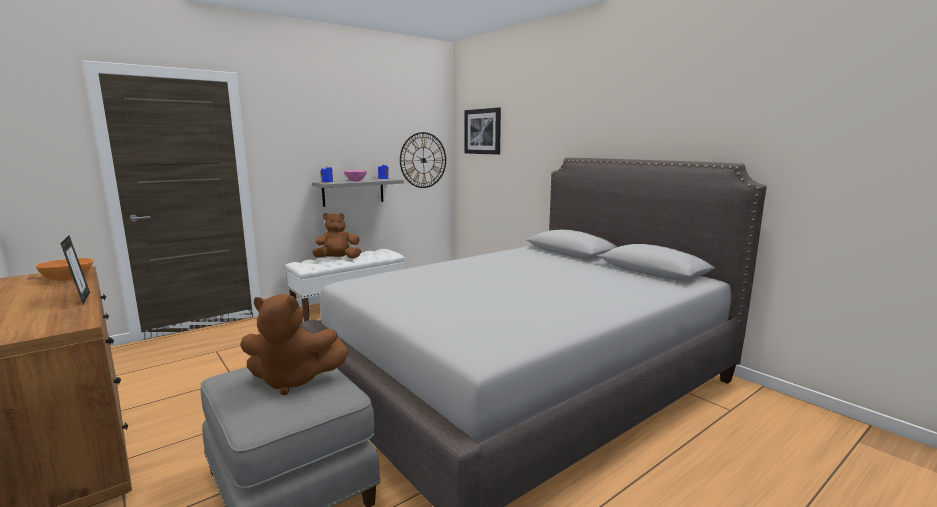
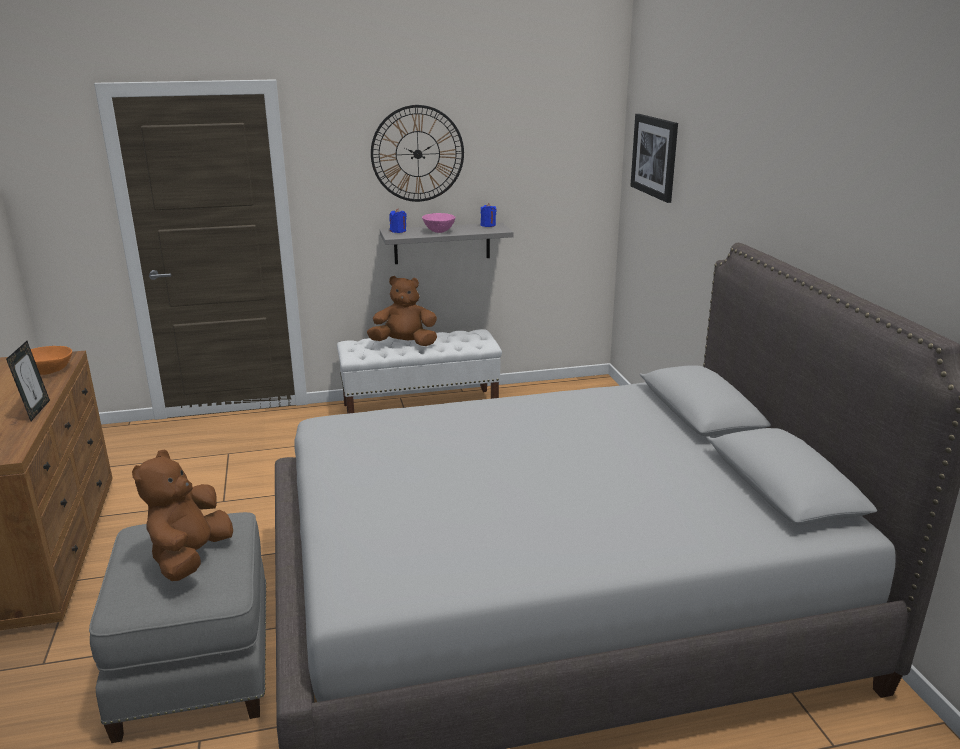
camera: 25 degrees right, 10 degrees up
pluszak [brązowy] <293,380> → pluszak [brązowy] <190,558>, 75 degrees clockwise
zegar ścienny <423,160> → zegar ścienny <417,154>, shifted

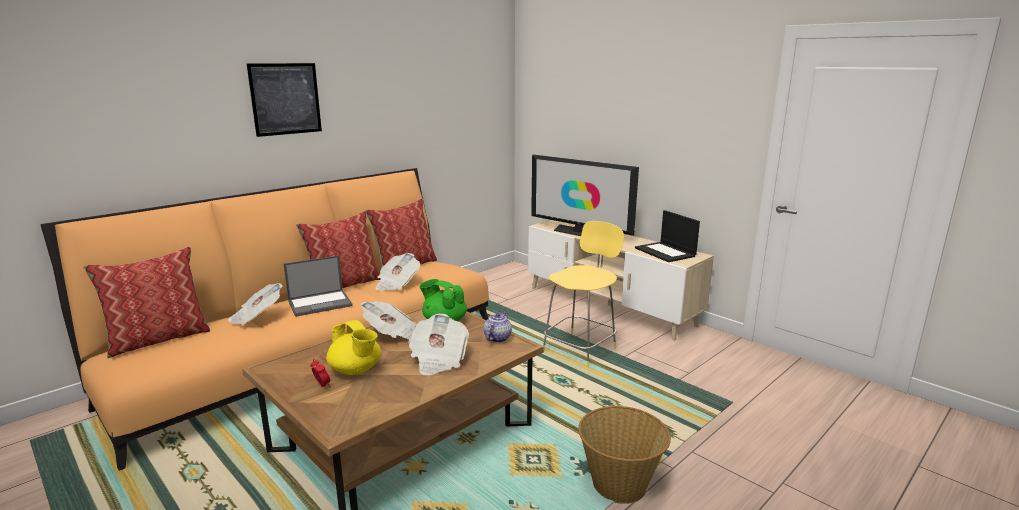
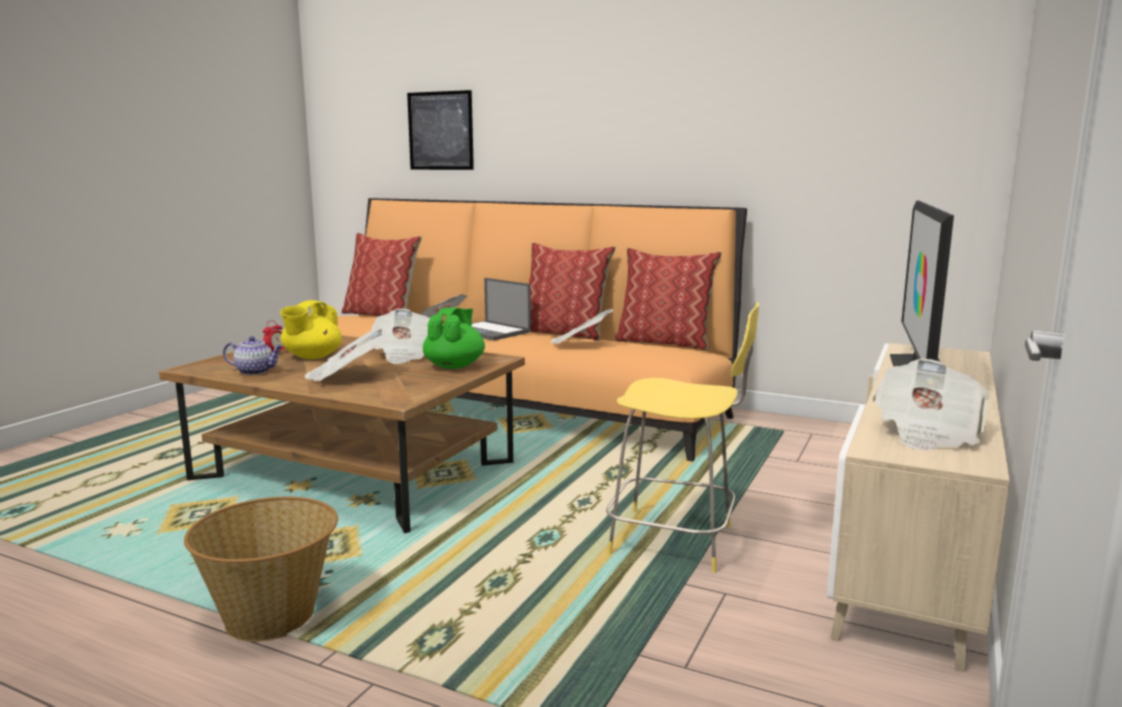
camera: 70 degrees right, 5 degrees down
obraz <285,99> → obraz <440,131>, shifted
imbryk <497,338> → imbryk <255,371>, shifted
laptop <665,252> → gazeta <926,433>

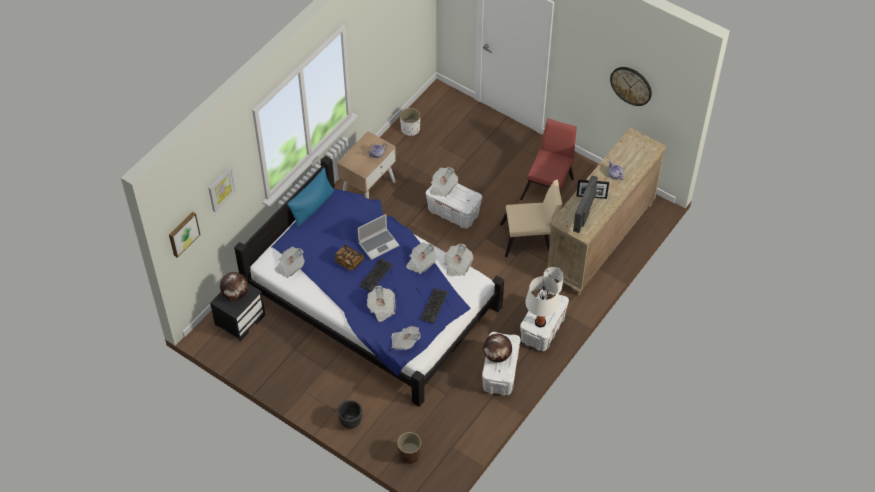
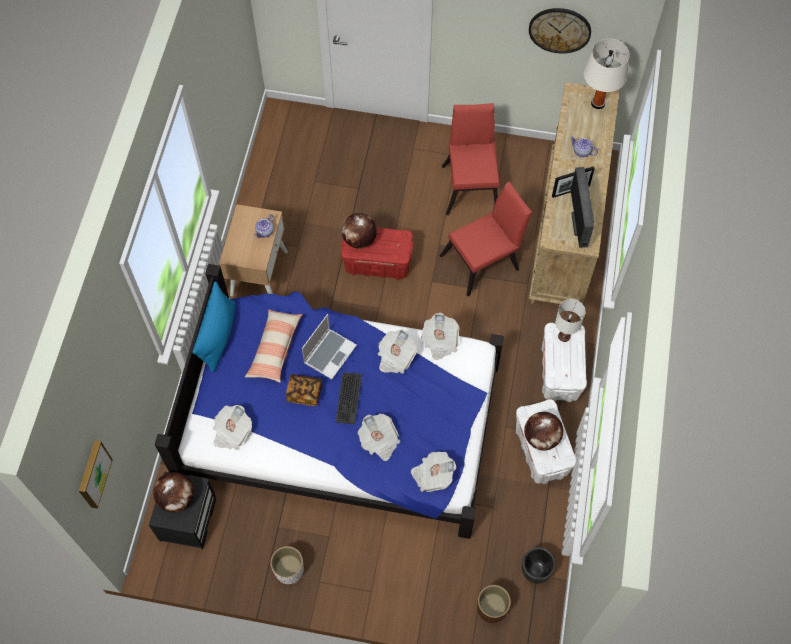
camera: 25 degrees left, 10 degrees up
obraz <221,189> → -
donica [czarny] <350,421> → donica [czarny] <535,570>, shifted
donica [biały] <410,129> → donica [biały] <289,570>, shifted
klawiatura <433,305> → -
pojemnik do przechowywania [biały] <454,212> → pojemnik do przechowywania [czerwony] <378,263>
gazeta <443,187> → globus <359,240>
krzesło [beżowy] <530,239> → krzesło [czerwony] <484,261>
lampa stołowa [biały] <540,322> → lampa stołowa [biały] <598,103>, shifted
- → poduszka <275,349>

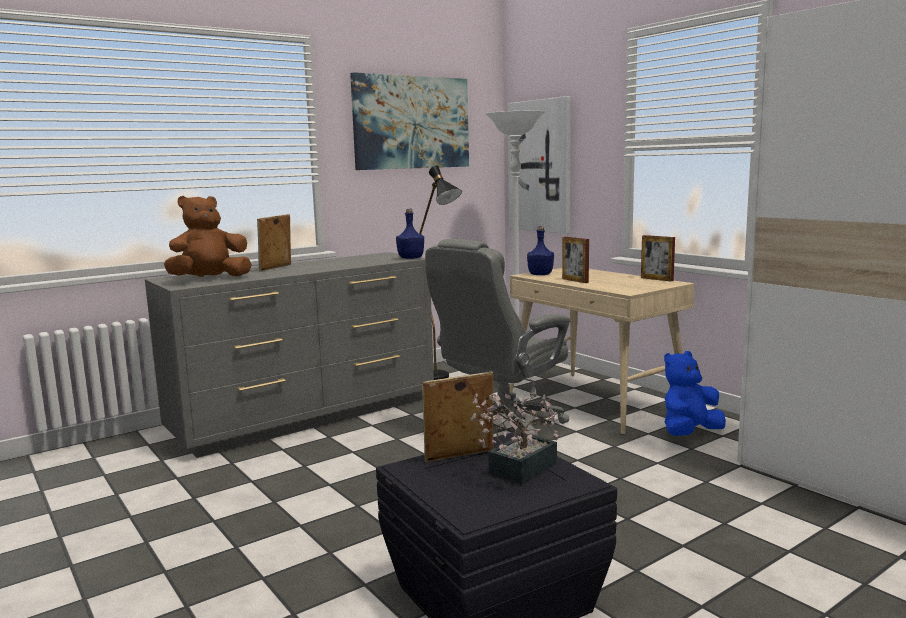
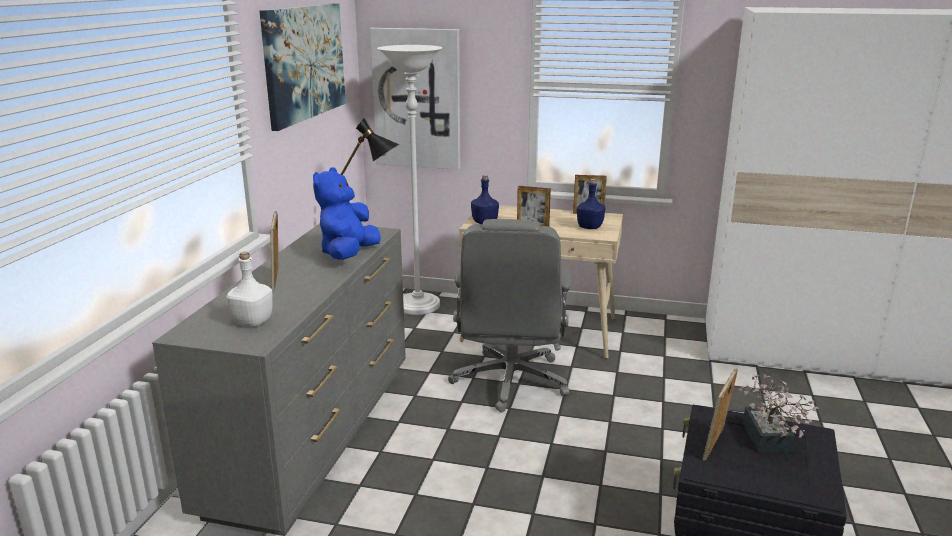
camera: 40 degrees left, 10 degrees up
pluszak [brązowy] <209,279> → butelka [biały] <253,321>
butelka [niebieski] <411,258> → butelka [niebieski] <590,227>, shifted
pluszak [niebieski] <689,433> → pluszak [niebieski] <348,255>, shifted

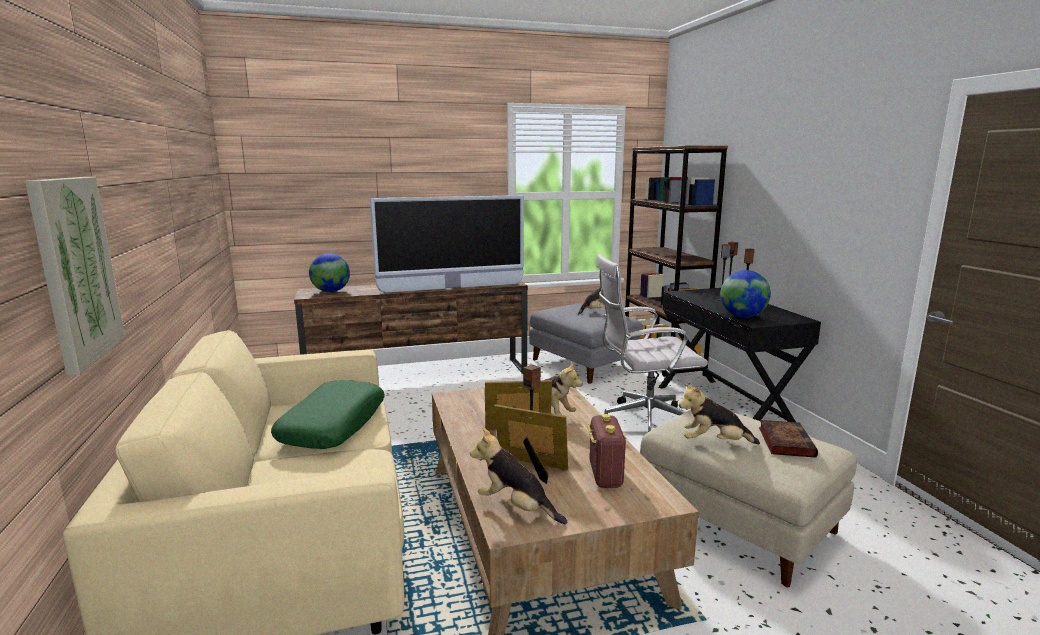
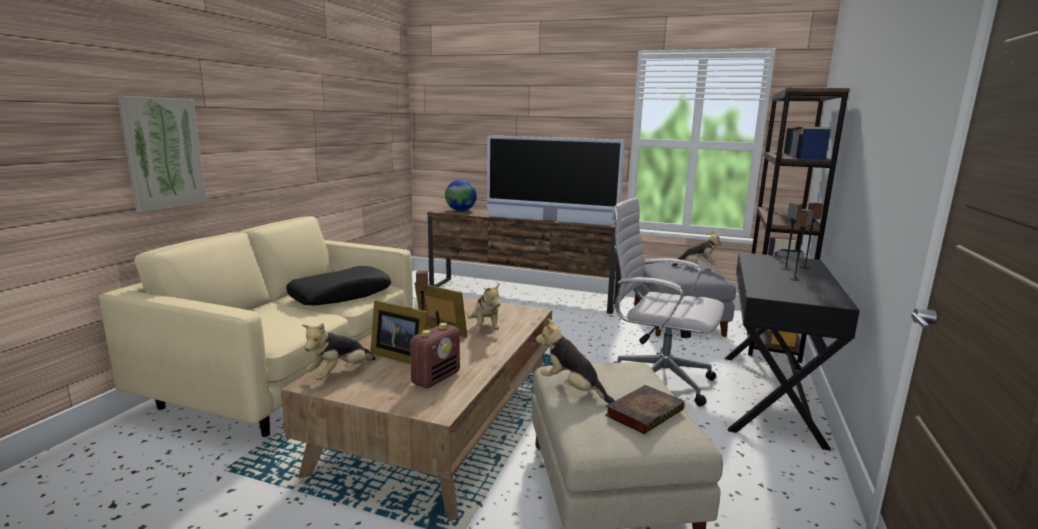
camera: 35 degrees right, 0 degrees up
poduszka [zielony] <333,425> → poduszka [czarny] <341,295>
pluszak <516,508> → pluszak <340,374>, 120 degrees counterclockwise
ramka na zdjęcie <531,467> → ramka na zdjęcie <400,356>, 150 degrees clockwise
globus <742,316> → -

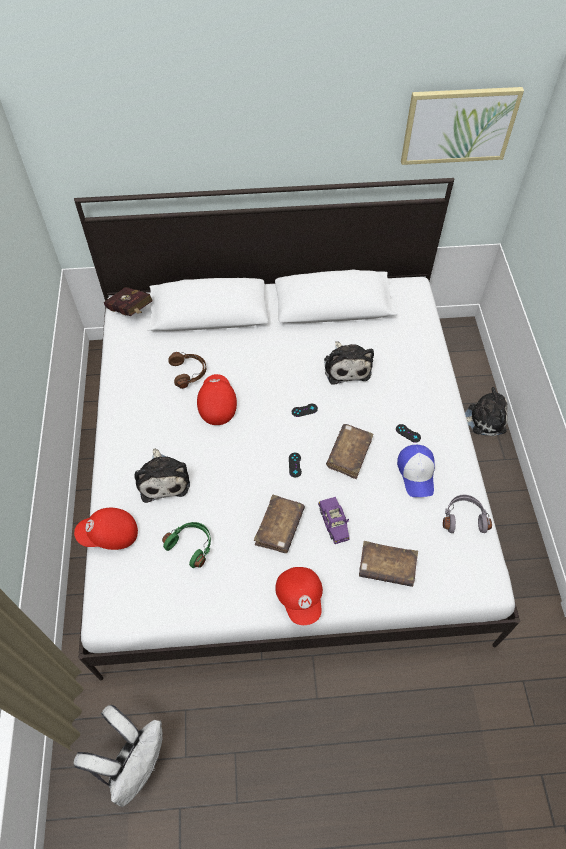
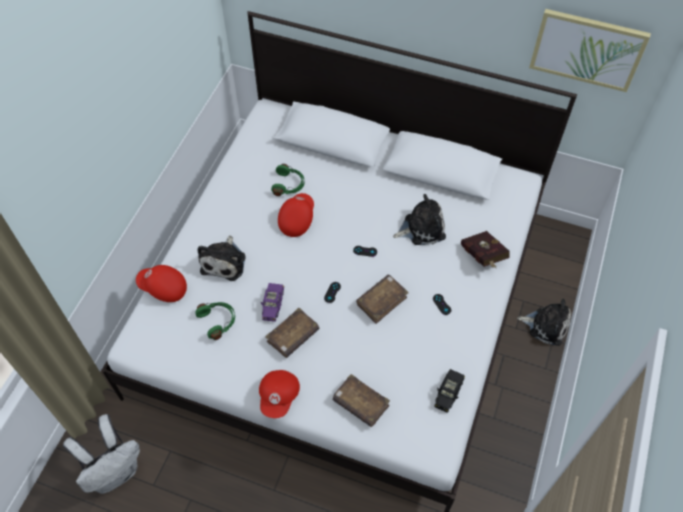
camera: 25 degrees right, 0 degrees up
książka [czerwony] <131,311> → książka [czerwony] <483,257>, shifted
słuchawki [brązowy] <189,372> → słuchawki [zielony] <289,185>
samochodzik [fioletowy] <334,522> → samochodzik [fioletowy] <272,304>, shifted
pluszak <346,366> → pluszak <421,228>, 120 degrees counterclockwise
czapka z daszkiem <417,473> → -
słuchawki [szary] <463,517> → samochodzik [czarny] <448,392>

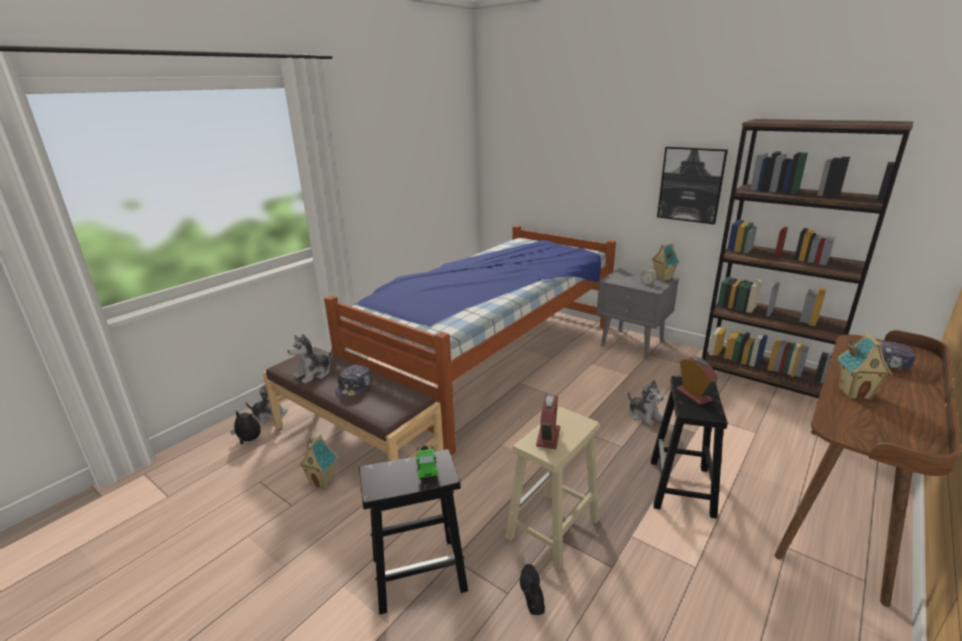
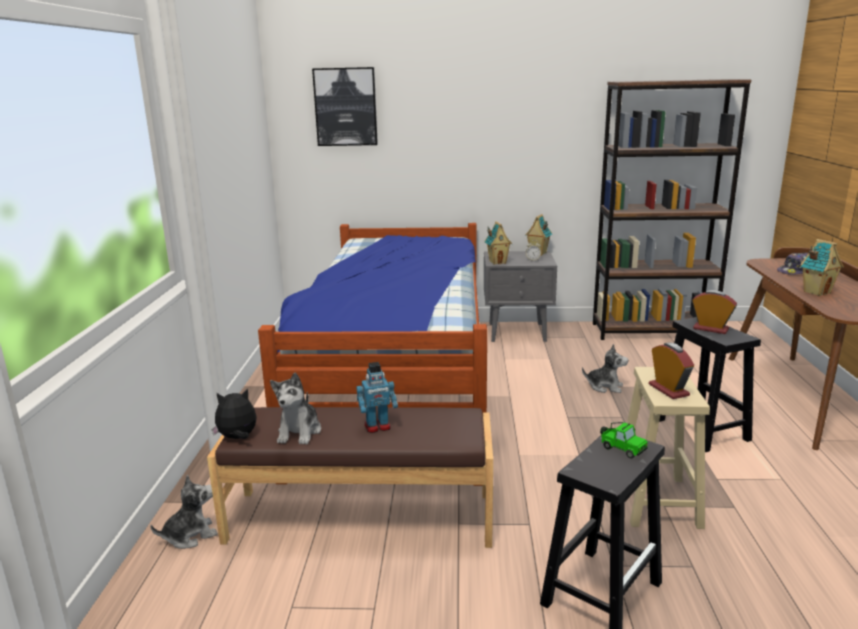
camera: 35 degrees left, 5 degrees down
pluszak <248,440> → pluszak <238,438>, shifted
domek <323,480> → domek <497,262>, shifted
czapka z daszkiem <354,387> → robot zabawkowy <377,427>
but [czarny] <532,592> → -
obraz <691,184> → obraz <345,107>, shifted

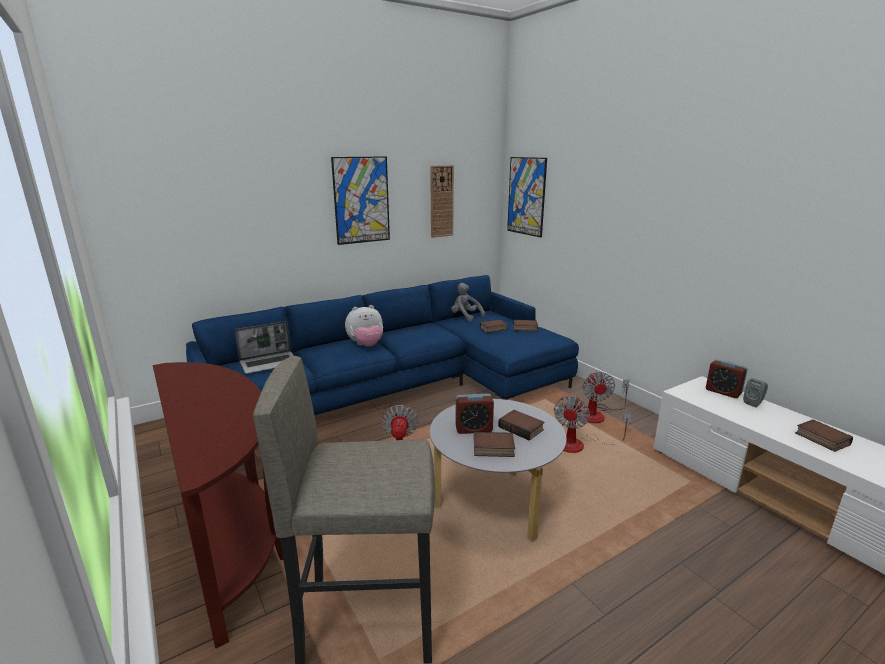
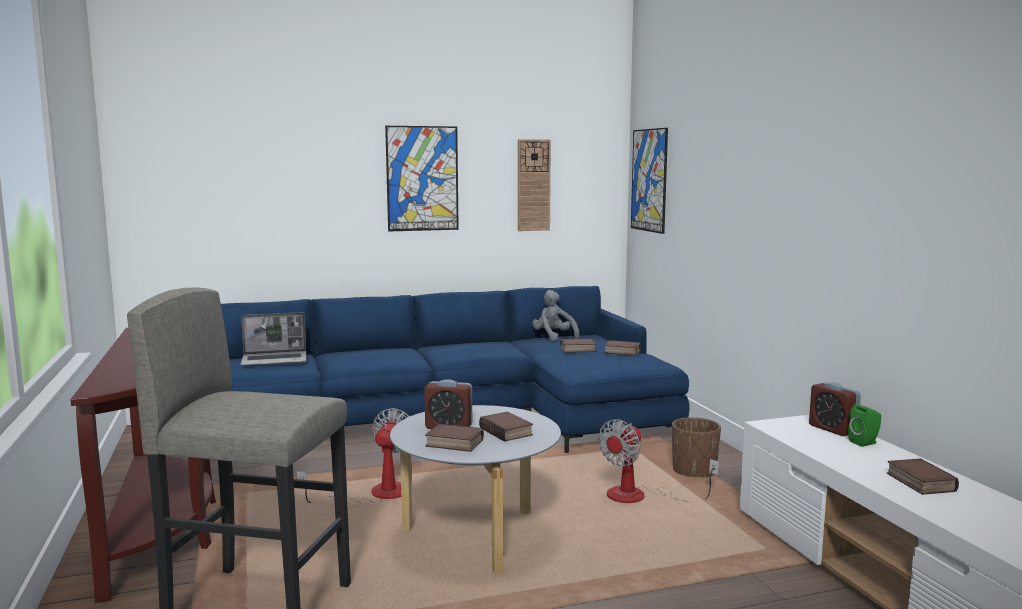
camera: 15 degrees right, 10 degrees down
pluszak <366,345> → -
wentylator <597,415> → donica [brązowy] <694,471>
głośnik [szary] <754,403> → głośnik [zielony] <865,443>

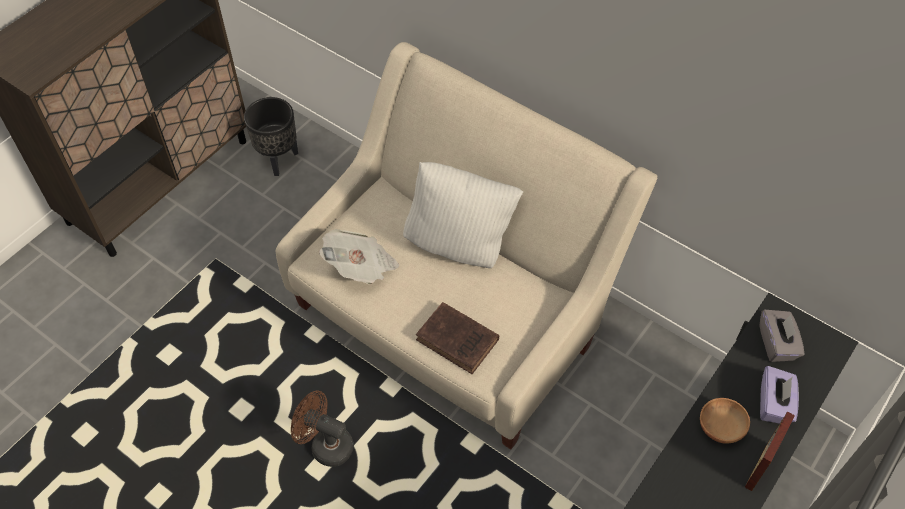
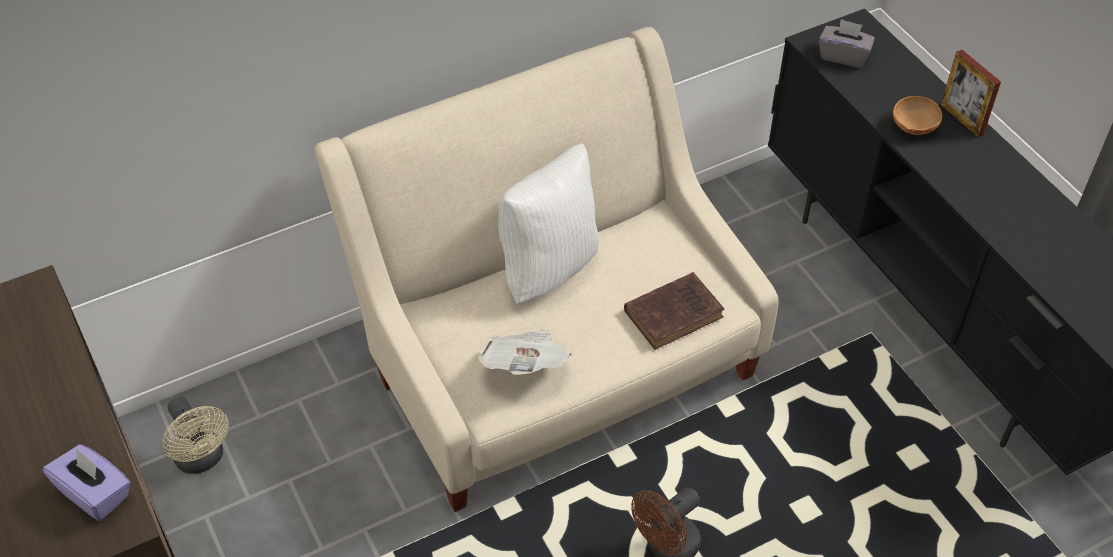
camera: 65 degrees left, 5 degrees down
donica [czarny] <279,160> → wentylator [beżowy] <202,459>
pudełko chusteczek [fioletowy] <774,404> → pudełko chusteczek [fioletowy] <95,493>, shifted

